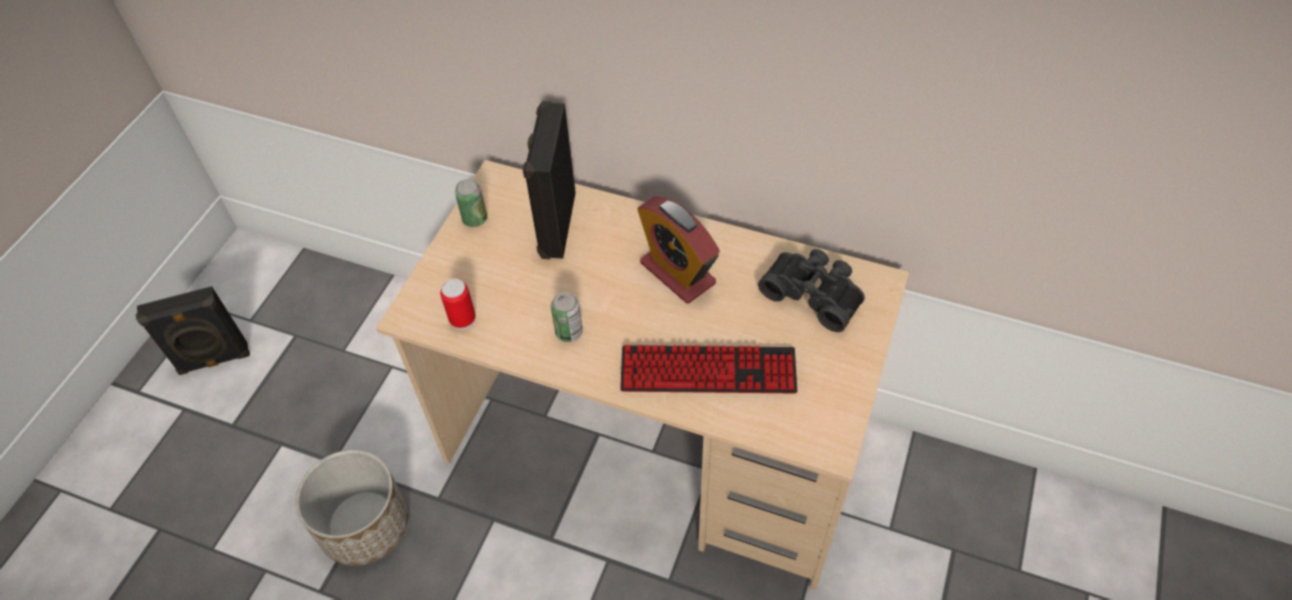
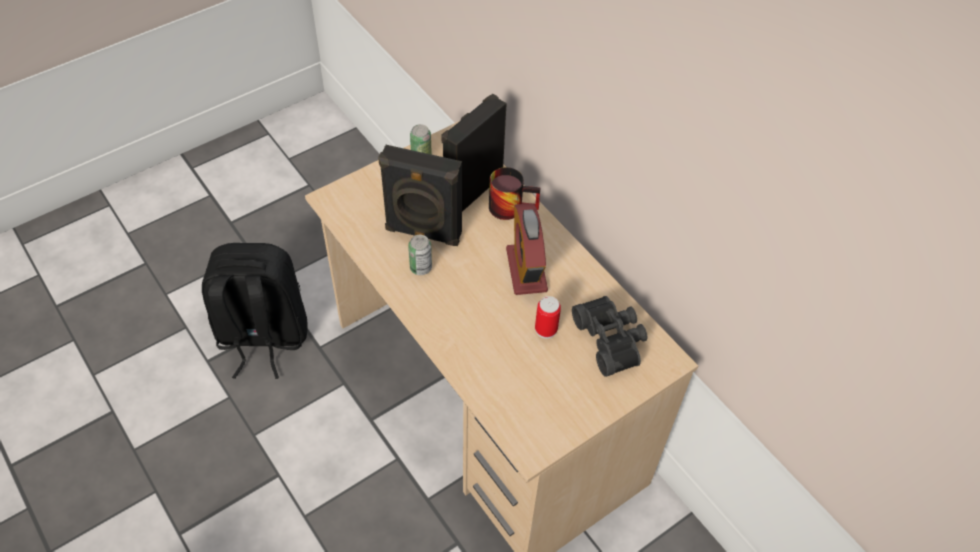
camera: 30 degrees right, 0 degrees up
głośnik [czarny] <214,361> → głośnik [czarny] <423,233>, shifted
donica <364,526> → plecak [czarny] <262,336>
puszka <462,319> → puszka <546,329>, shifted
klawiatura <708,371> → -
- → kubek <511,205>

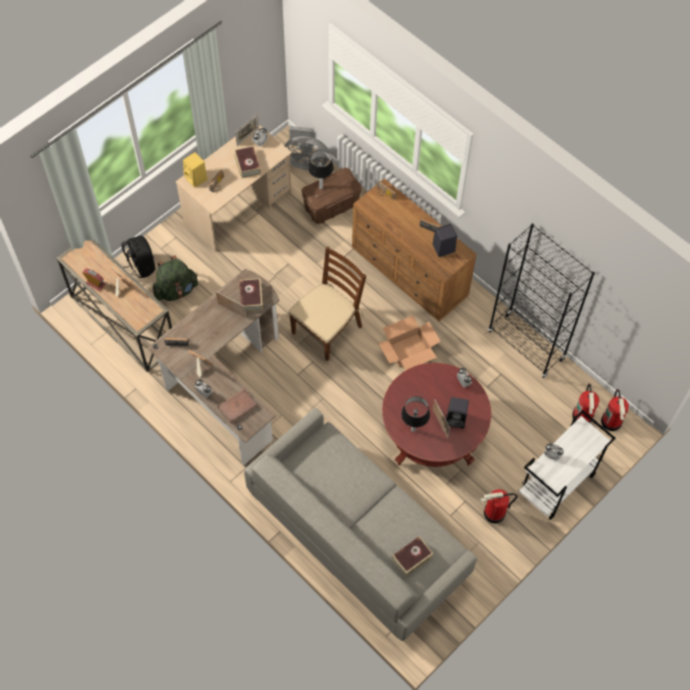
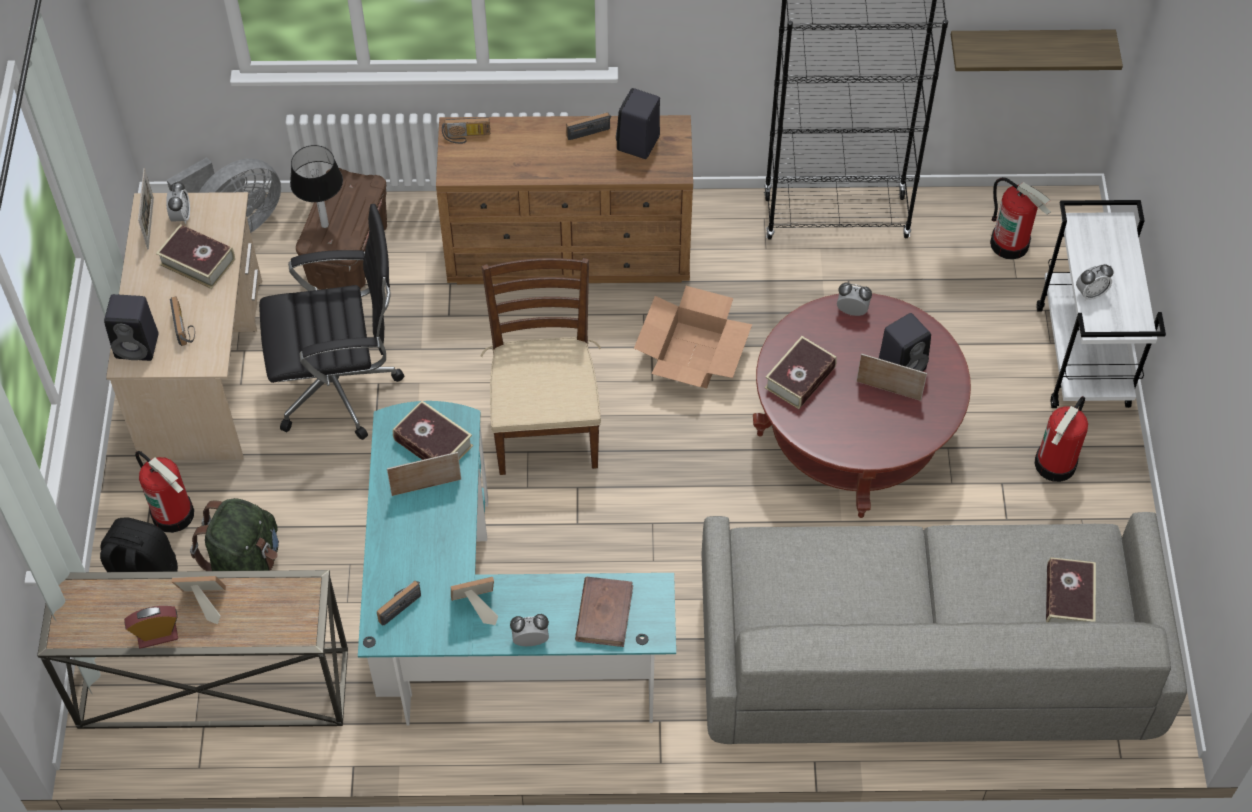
camera: 45 degrees left, 5 degrees down
biurko [brązowy] <225,381> → biurko [turkusowy] <482,629>
głośnik [żółty] <196,179> → głośnik [czarny] <138,346>
lampa stołowa <413,430> → -
gaśnica <611,421> → gaśnica <174,514>, shifted
- → krzesło biurowe [czarny] <342,388>
- → książka <800,378>
- → półka <1029,46>

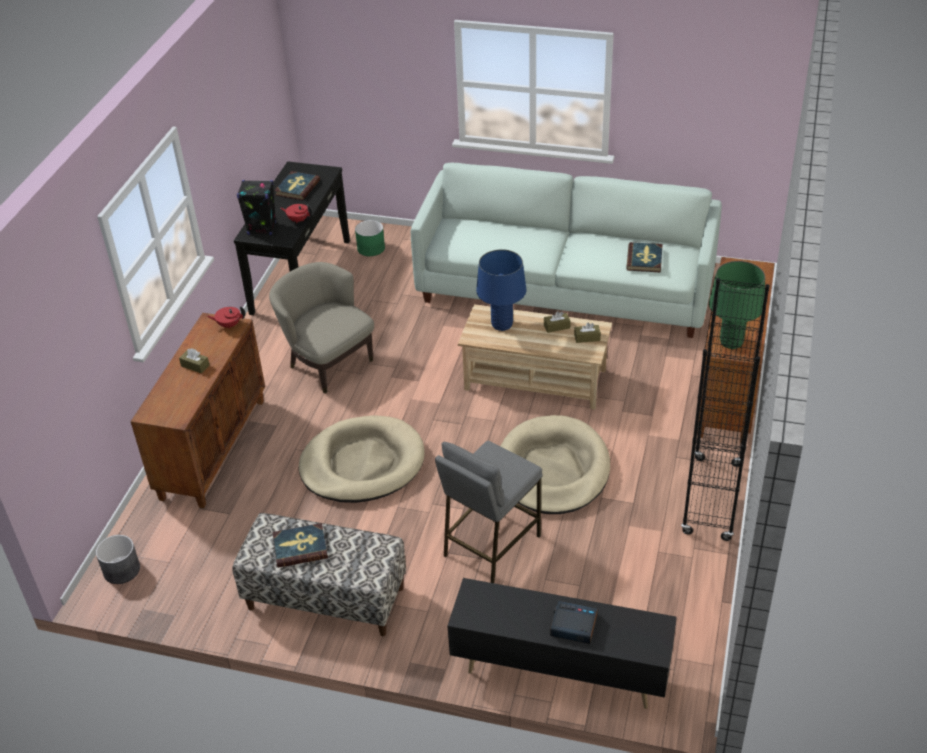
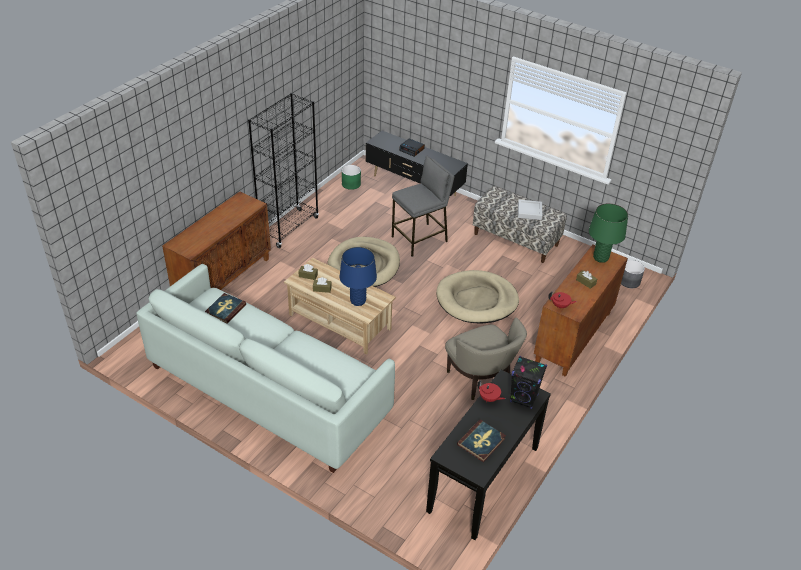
camera: 165 degrees left, 0 degrees up
książka <300,547> → taca [szary] <529,212>
donica [zielony] <371,248> → donica [zielony] <351,184>, shifted
lampa stołowa [zielony] <731,342> → lampa stołowa [zielony] <600,258>, shifted

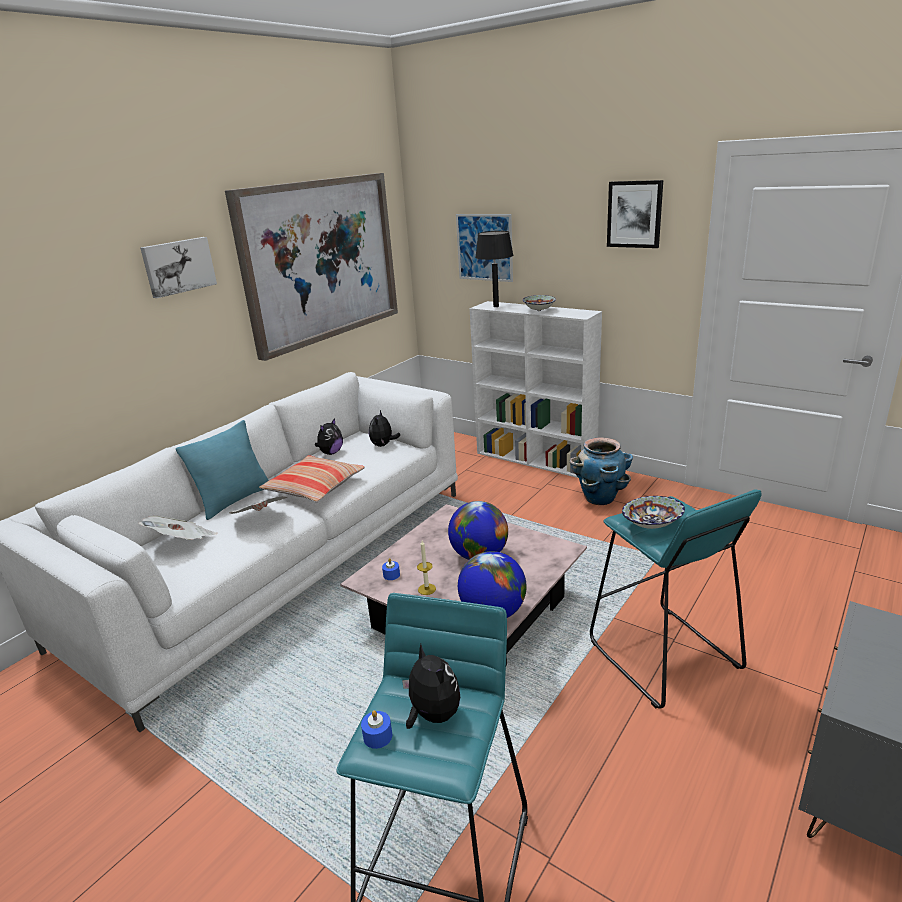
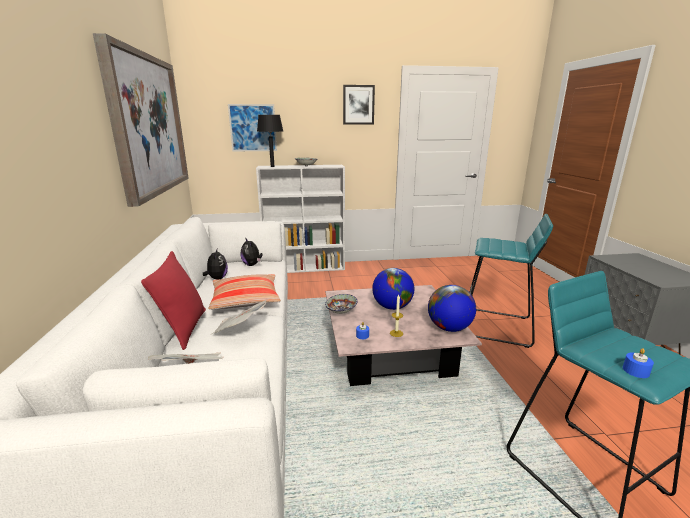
camera: 45 degrees left, 5 degrees down
obraz <178,266> → -
poduszka [turkusowy] <234,500> → poduszka [czerwony] <184,329>
pluszak <432,715> → -
donica <600,498> → -
miska <652,525> → miska <342,311>, shifted

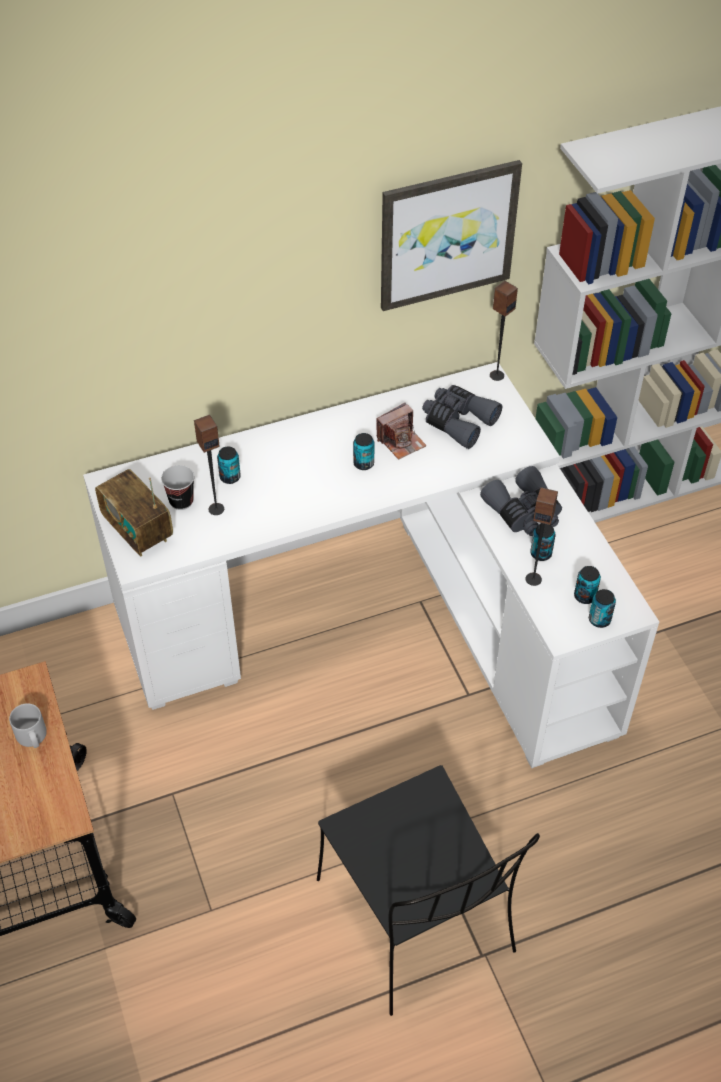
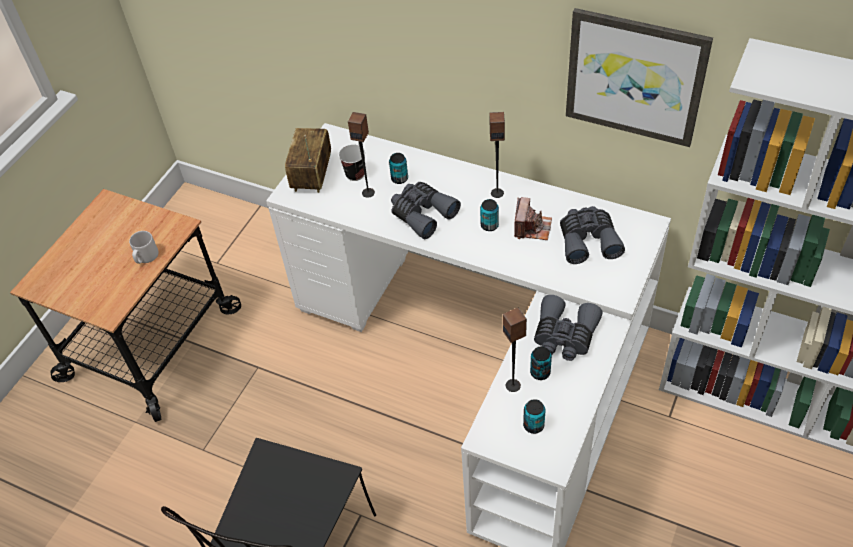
camera: 50 degrees right, 0 degrees up
aparat fotograficzny <401,441> → aparat fotograficzny <532,227>, 90 degrees counterclockwise
głośnik <496,375> → głośnik <497,193>, shifted
puszka <599,619> → -
- → lornetka [szary] <422,214>

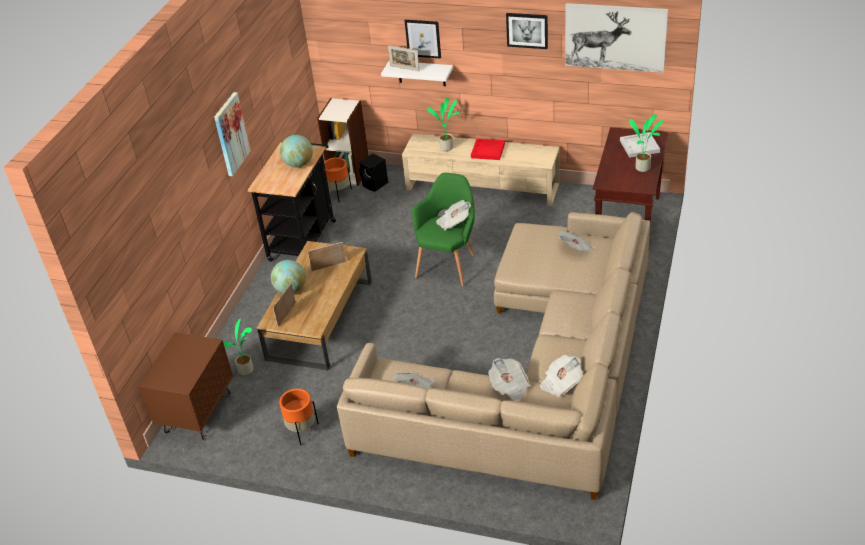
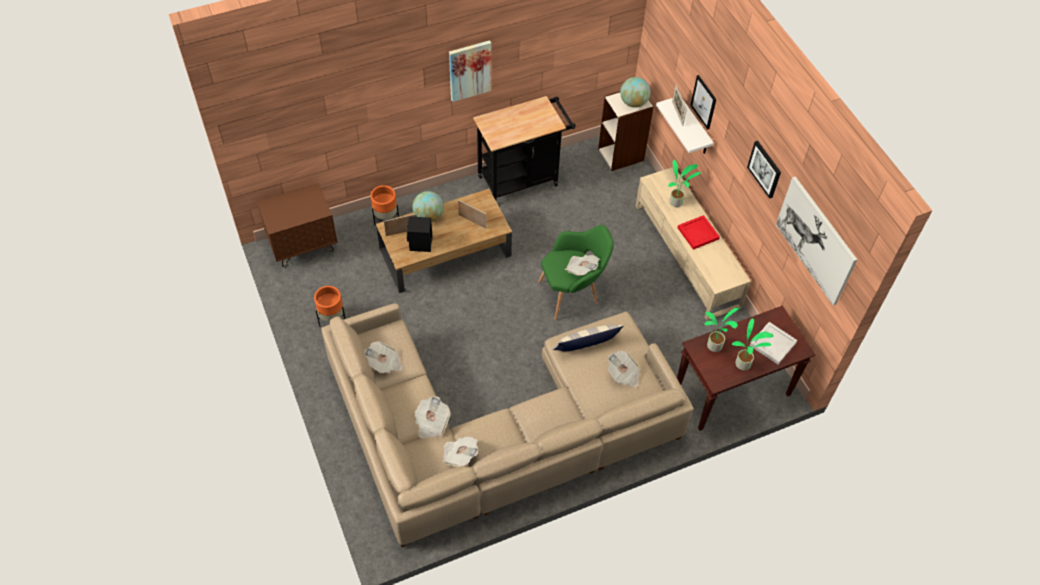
camera: 45 degrees right, 15 degrees up
roślina doniczkowa <246,371> → roślina doniczkowa <714,347>, shifted
globus <299,164> → globus <633,103>, shifted
donica [pomarańczowy] <339,193> → donica [pomarańczowy] <386,218>, shifted
głośnik [czarny] <375,184> → głośnik [czarny] <420,244>, shifted
- → poduszka <586,345>

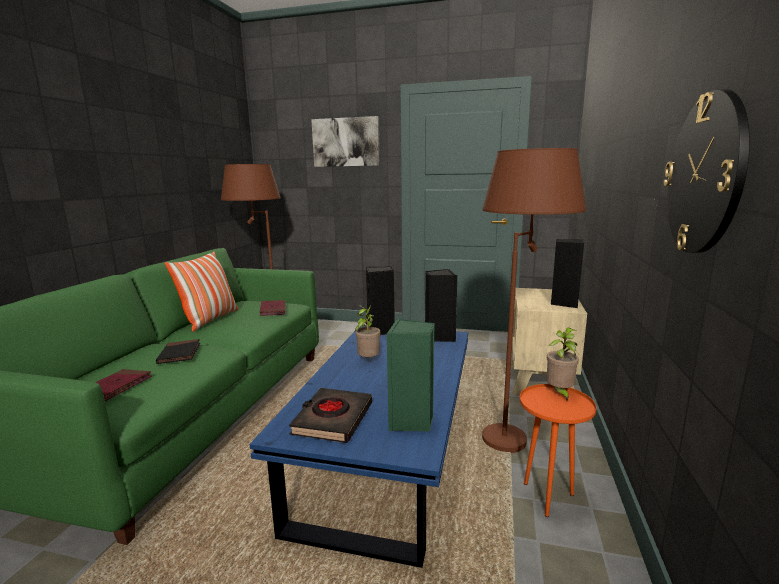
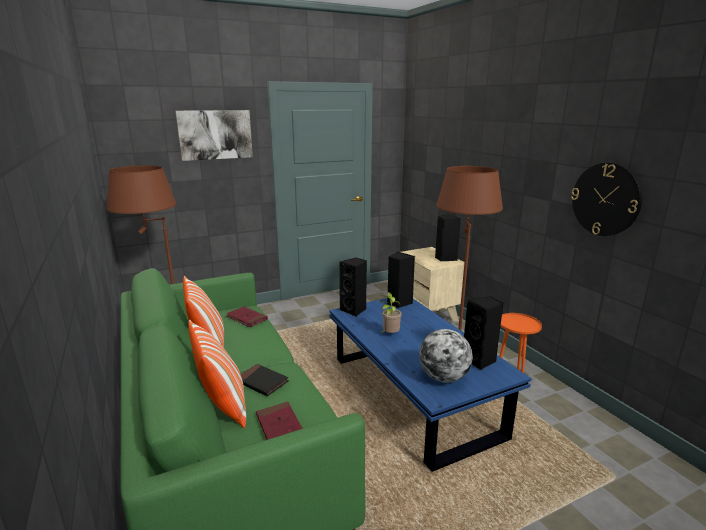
camera: 40 degrees left, 5 degrees up
książka [czarny] <332,419> → globus <443,378>
głośnik [zielony] <411,422> → głośnik [czarny] <480,361>
roślina doniczkowa <559,393> → -
- → poduszka <223,405>

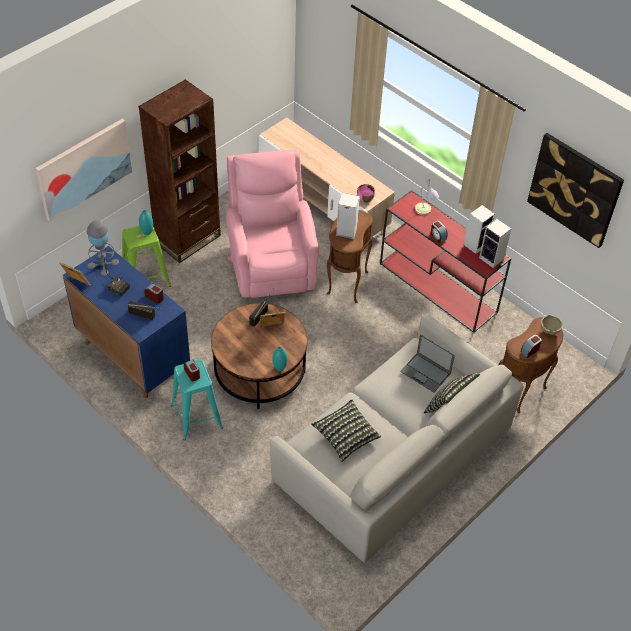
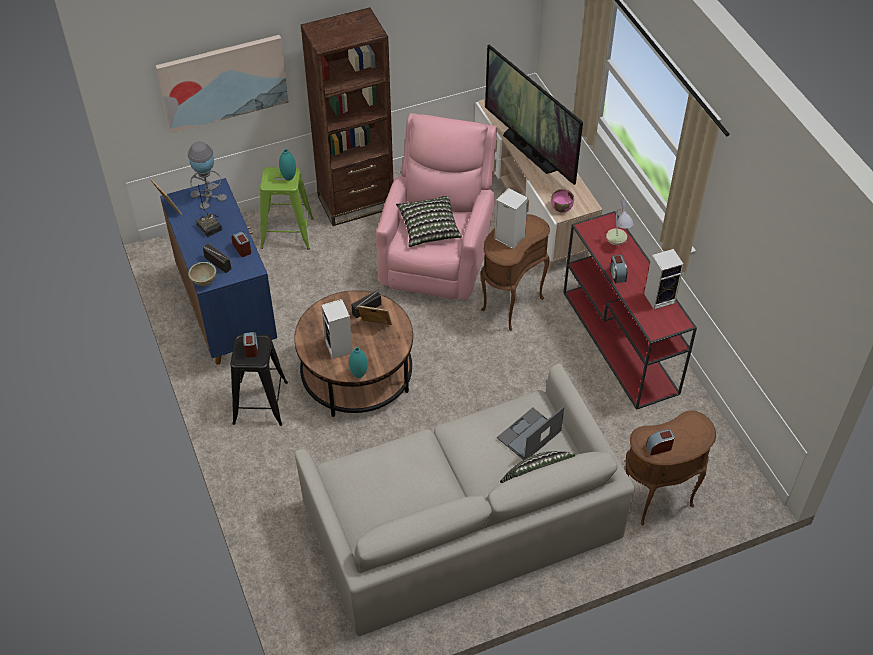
camera: 25 degrees right, 0 degrees up
stołek [turkusowy] <196,417> → stołek [czarny] <260,403>
poduszka <346,436> → poduszka <429,228>, shifted
laptop <426,373> → laptop <528,435>, 75 degrees clockwise
głośnik <492,259> → głośnik <339,348>, shifted
obraz <574,189> → -
miska [beżowy] <549,330> → miska [beżowy] <204,281>, shifted
- → telewizor <530,151>

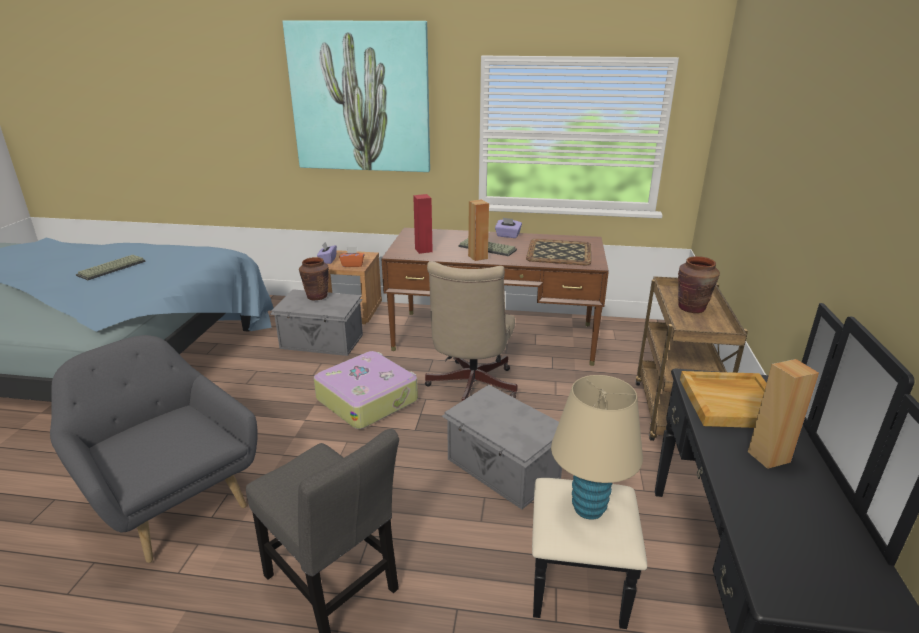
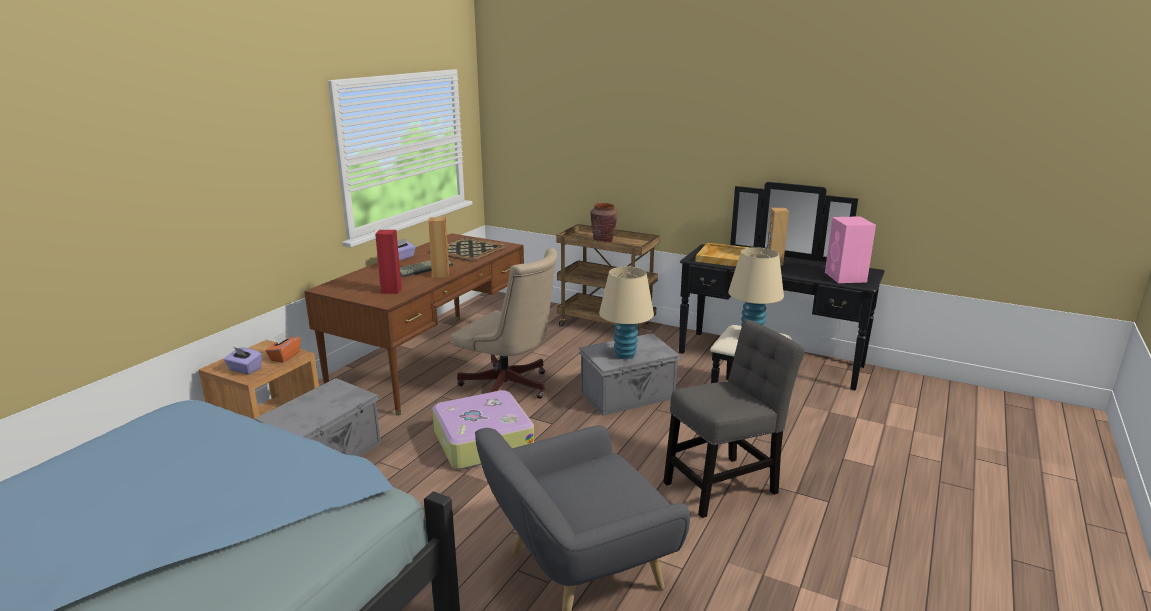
camera: 70 degrees left, 5 degrees down
klawiatura <111,269> → -
obraz <360,98> → -
wazon [brązowy] <317,296> → -
- → lampa stołowa [beżowy] <625,355>
- → głośnik [różowy] <845,277>

